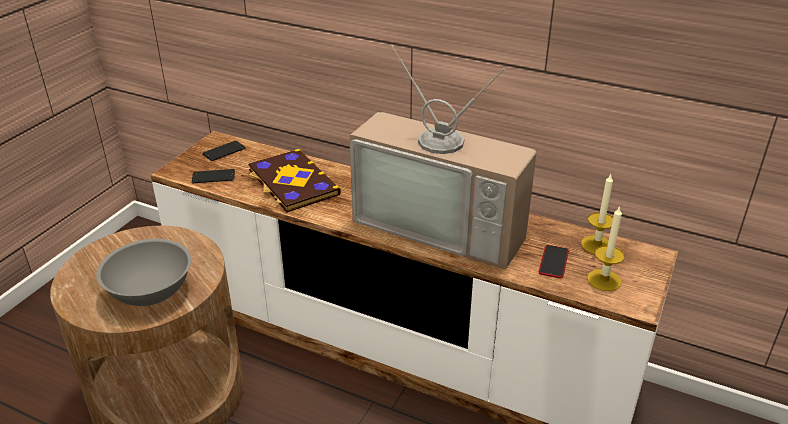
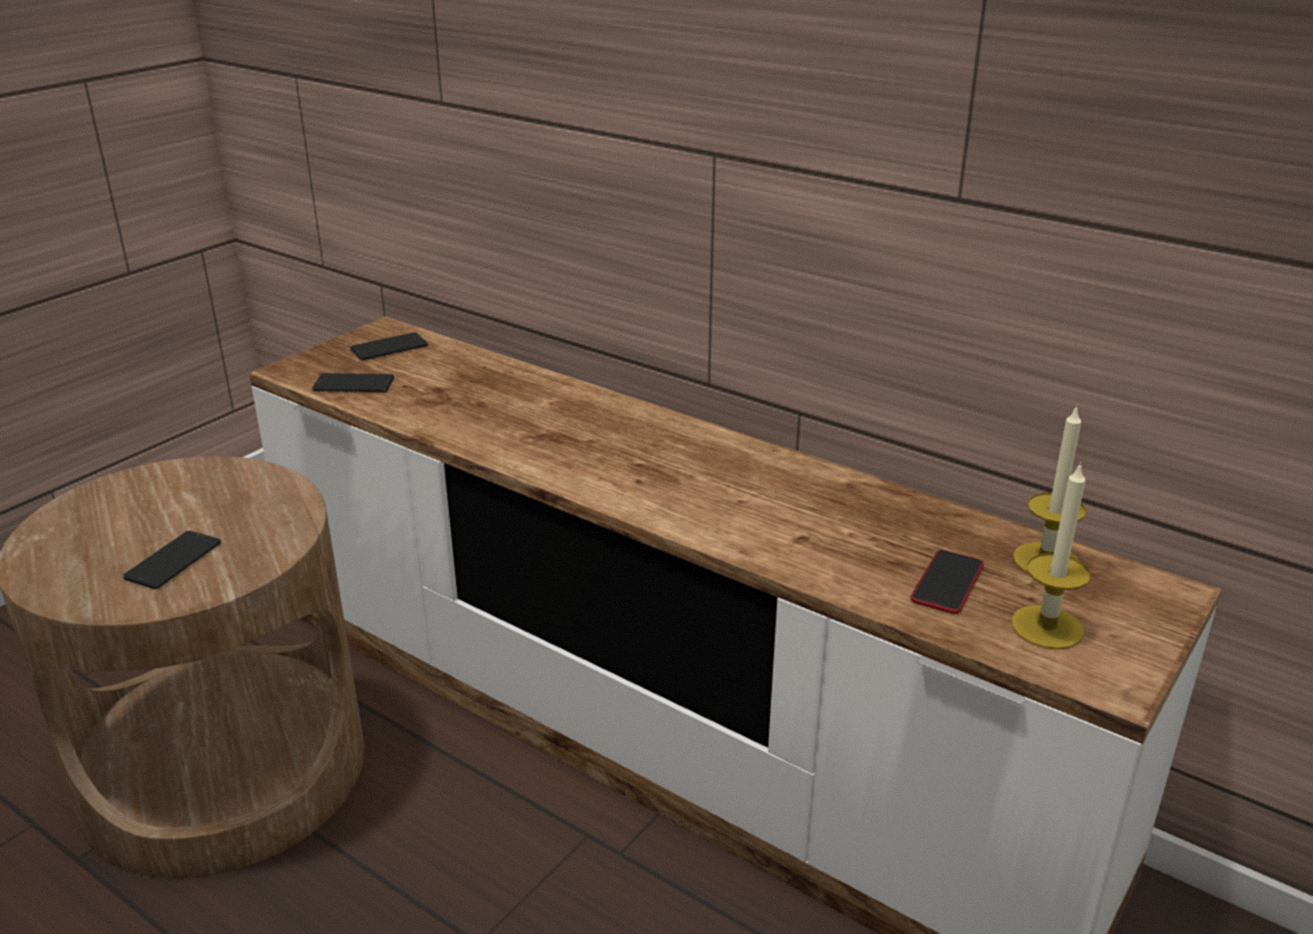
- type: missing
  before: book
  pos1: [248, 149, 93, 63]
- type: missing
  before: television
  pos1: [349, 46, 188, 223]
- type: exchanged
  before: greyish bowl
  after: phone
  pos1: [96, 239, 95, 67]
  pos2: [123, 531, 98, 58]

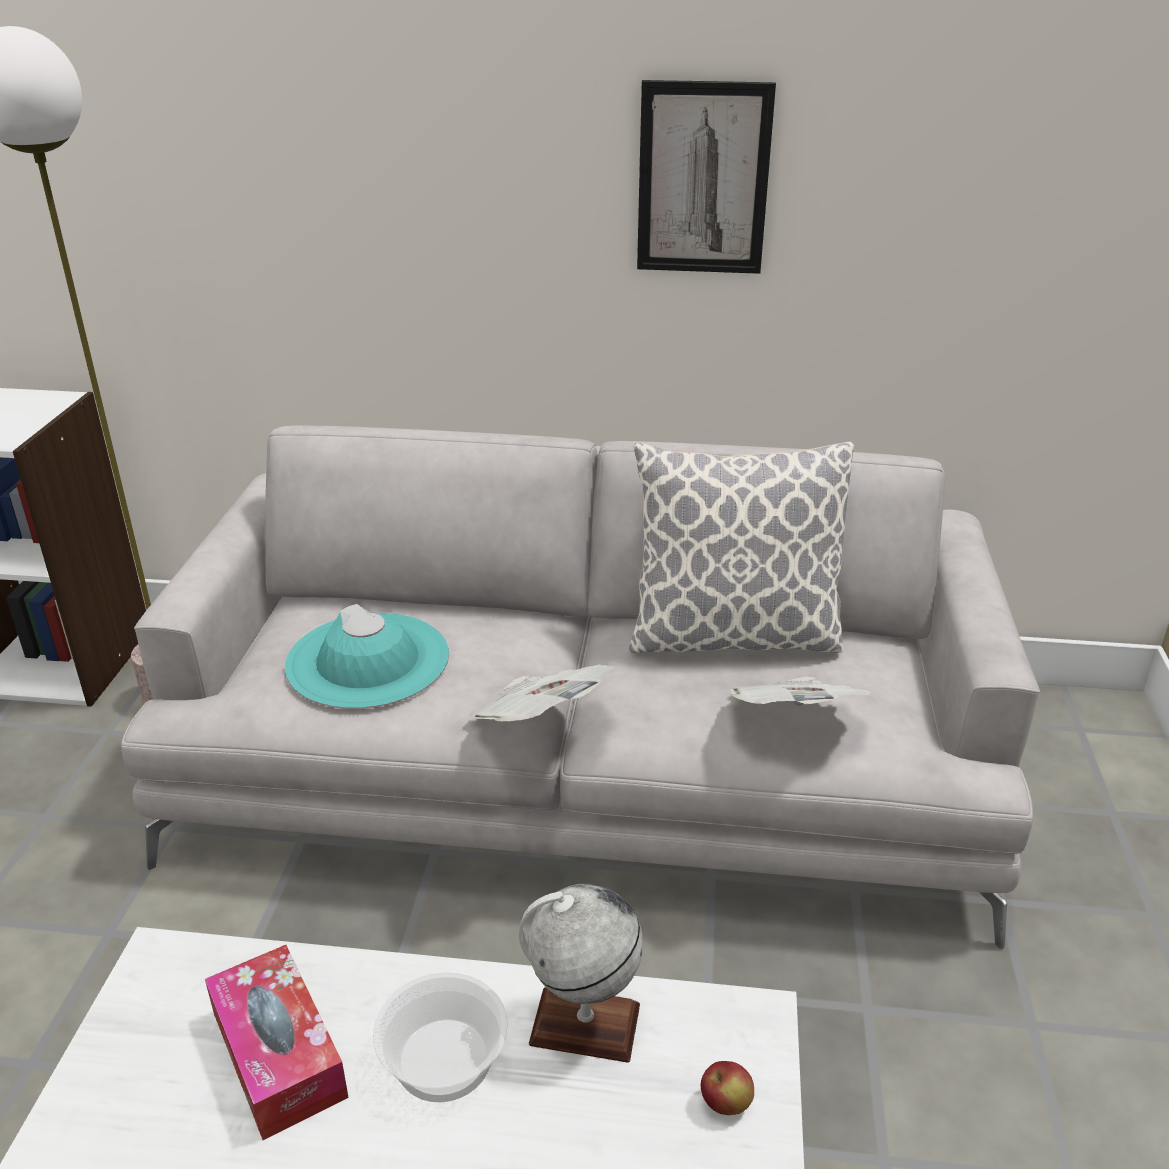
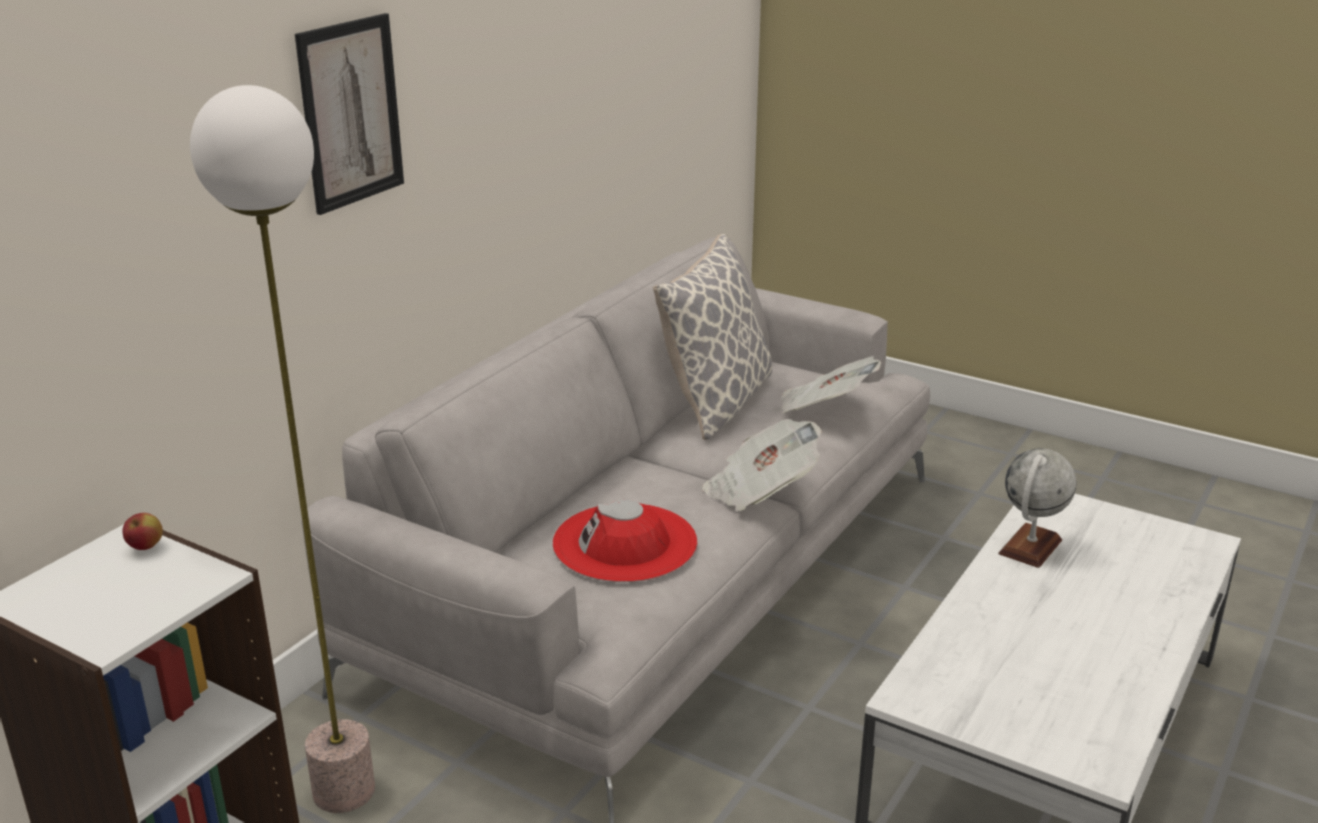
- type: missing
  before: tissue holder
  pos1: [205, 945, 144, 195]
- type: missing
  before: bowl
  pos1: [373, 973, 135, 129]
- type: relocated
  before: wall picture
  pos1: [637, 80, 139, 194]
  pos2: [295, 13, 109, 202]
- type: relocated
  before: apple fruit
  pos1: [701, 1061, 53, 54]
  pos2: [122, 513, 41, 37]
- type: colour
  before: turquoise hat
  after: red-coloured hat
  pos1: [285, 604, 164, 105]
  pos2: [553, 500, 145, 83]

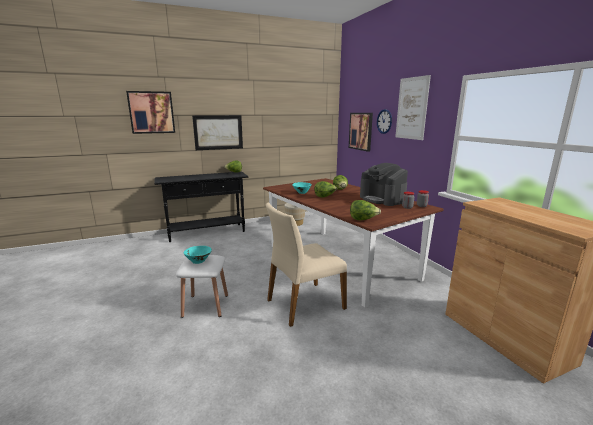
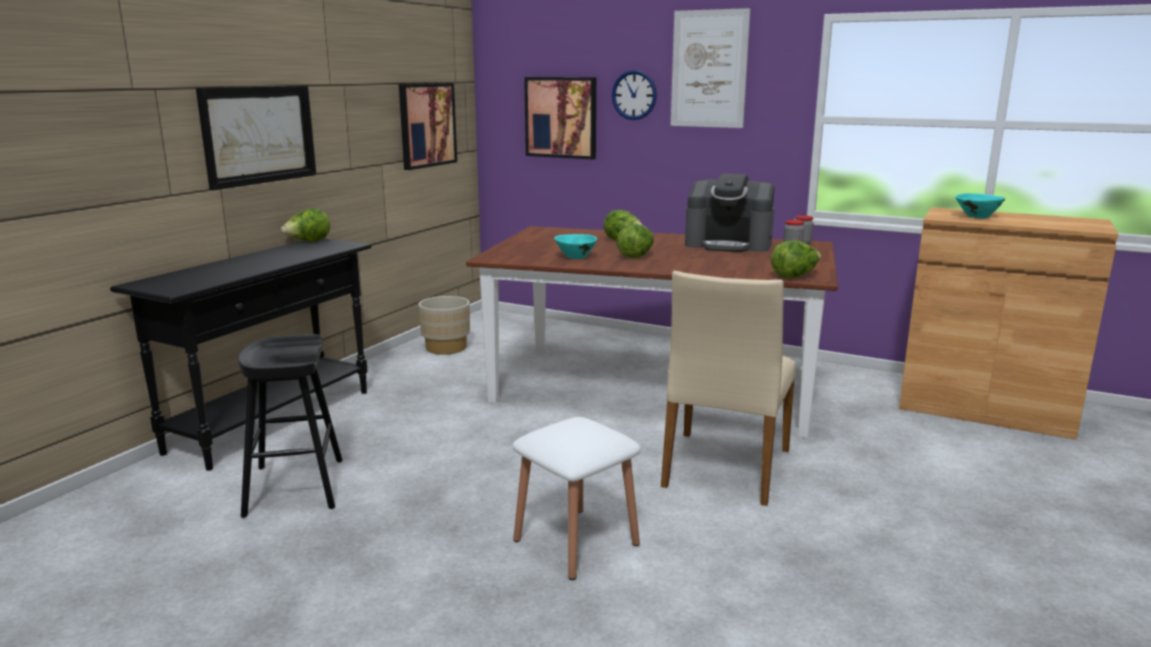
- type: appeared
  after: black-coloured stool
  pos2: [238, 334, 105, 184]
- type: relocated
  before: wall picture
  pos1: [126, 91, 49, 43]
  pos2: [399, 83, 58, 87]
- type: relocated
  before: turquoise bowl
  pos1: [184, 246, 28, 18]
  pos2: [955, 193, 50, 25]

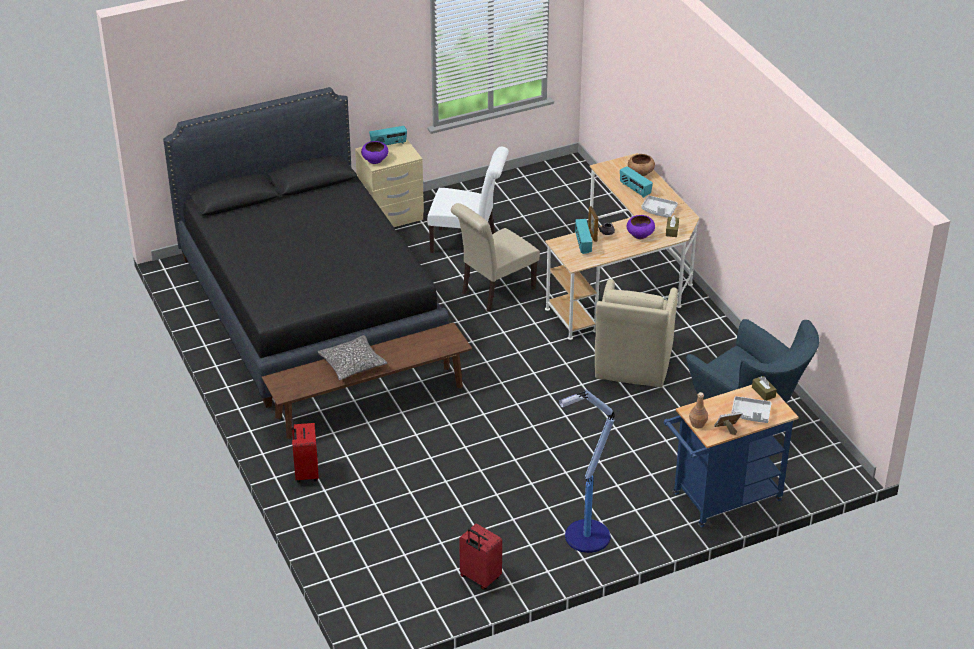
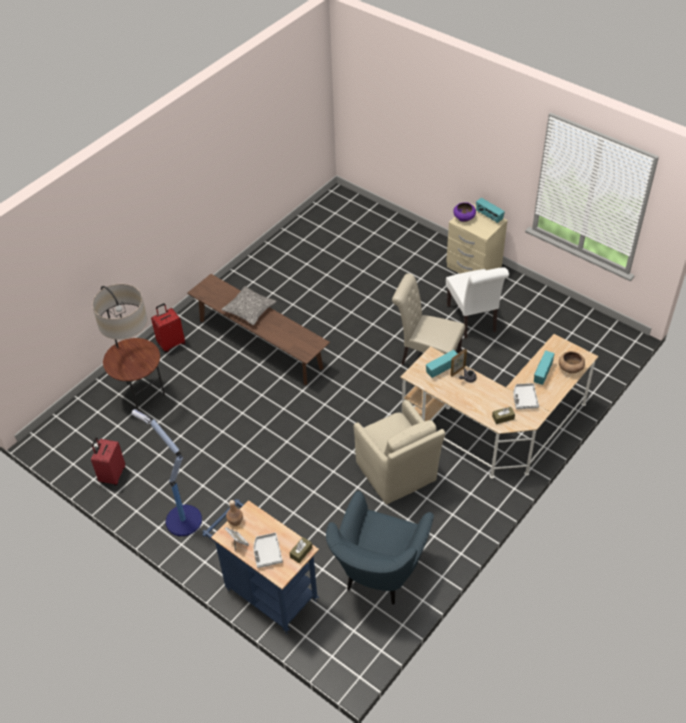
- type: missing
  before: black-coloured bedroom bed
  pos1: [163, 87, 286, 321]
- type: missing
  before: purple-coloured bowl
  pos1: [626, 215, 29, 24]
- type: appeared
  after: standard lamp
  pos2: [92, 284, 73, 127]
- type: spun
  before: beige lounge chair
  pos1: [595, 279, 83, 108]
  pos2: [354, 400, 91, 104]
  turn: -105

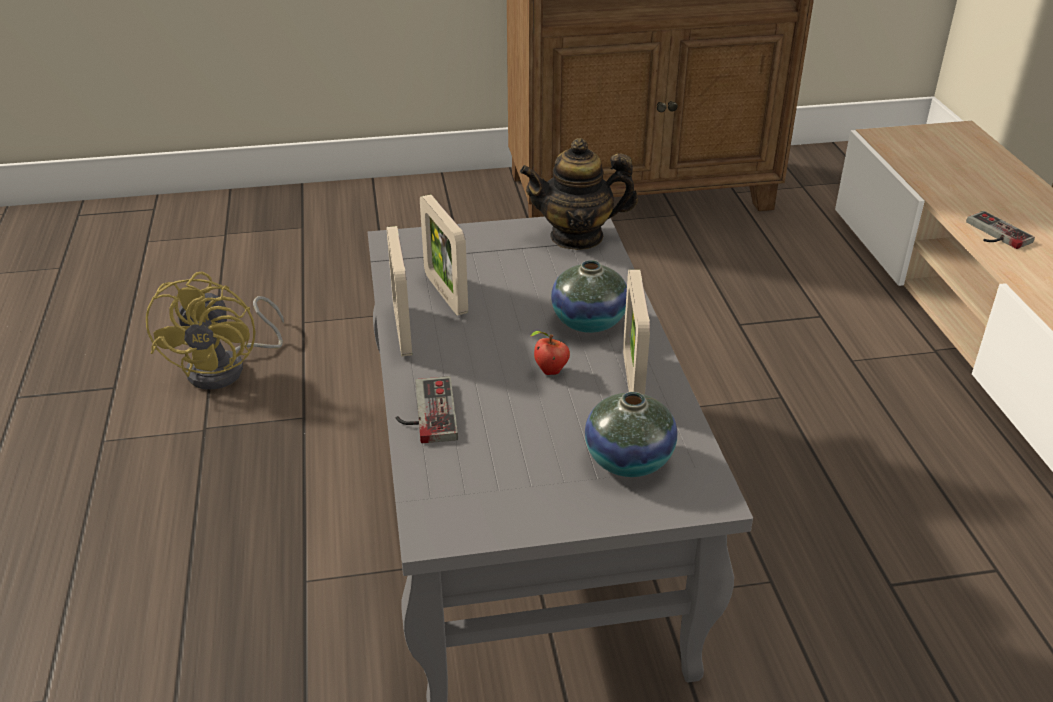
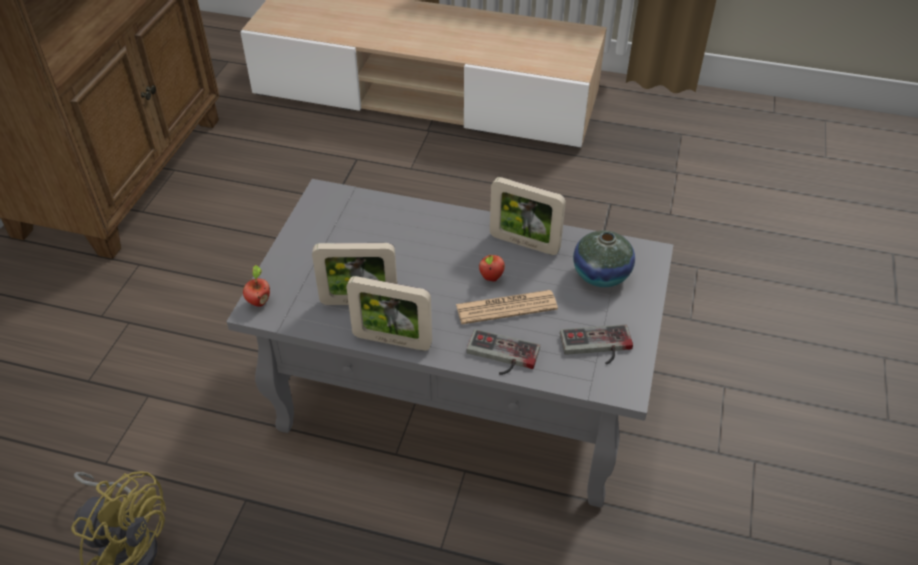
- type: missing
  before: teapot
  pos1: [520, 138, 118, 112]
- type: missing
  before: flower vase
  pos1: [551, 260, 76, 73]
- type: appeared
  after: apple fruit
  pos2: [243, 265, 27, 42]
- type: appeared
  after: daily paper
  pos2: [456, 290, 102, 34]
- type: relocated
  before: game controller
  pos1: [966, 211, 69, 38]
  pos2: [560, 324, 73, 41]

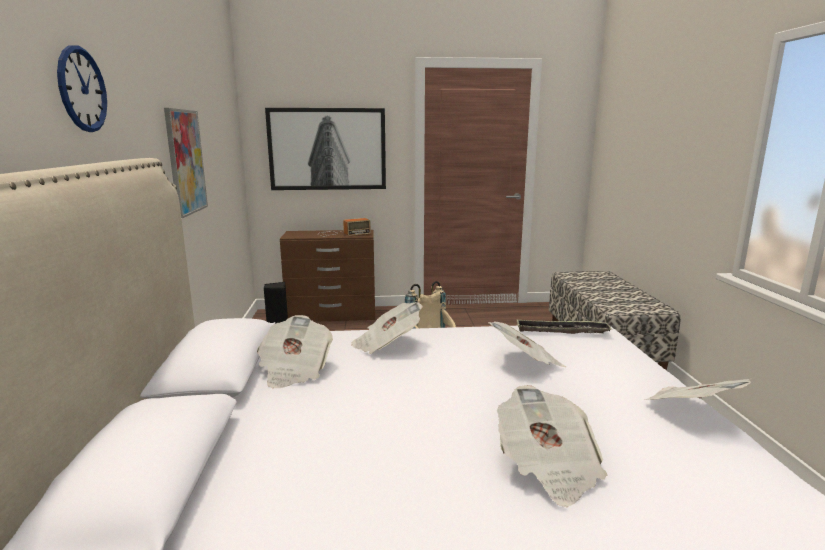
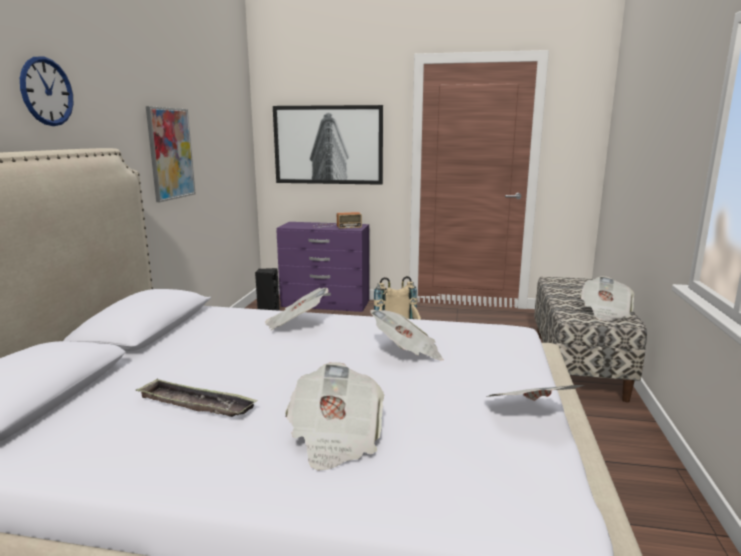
- type: relocated
  before: daily paper
  pos1: [257, 315, 76, 74]
  pos2: [580, 276, 55, 45]
- type: relocated
  before: carrying tray
  pos1: [516, 319, 96, 15]
  pos2: [136, 378, 122, 39]
- type: colour
  before: brown dresser
  after: purple-coloured dresser
  pos1: [280, 230, 95, 92]
  pos2: [276, 222, 93, 90]

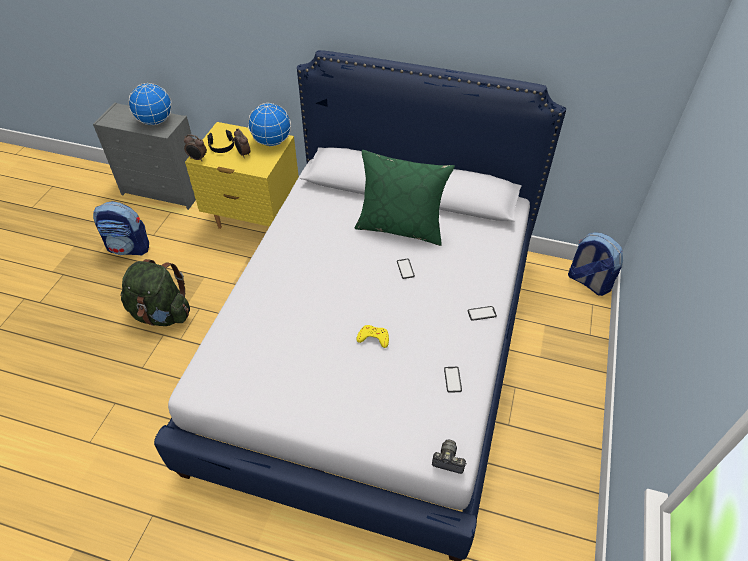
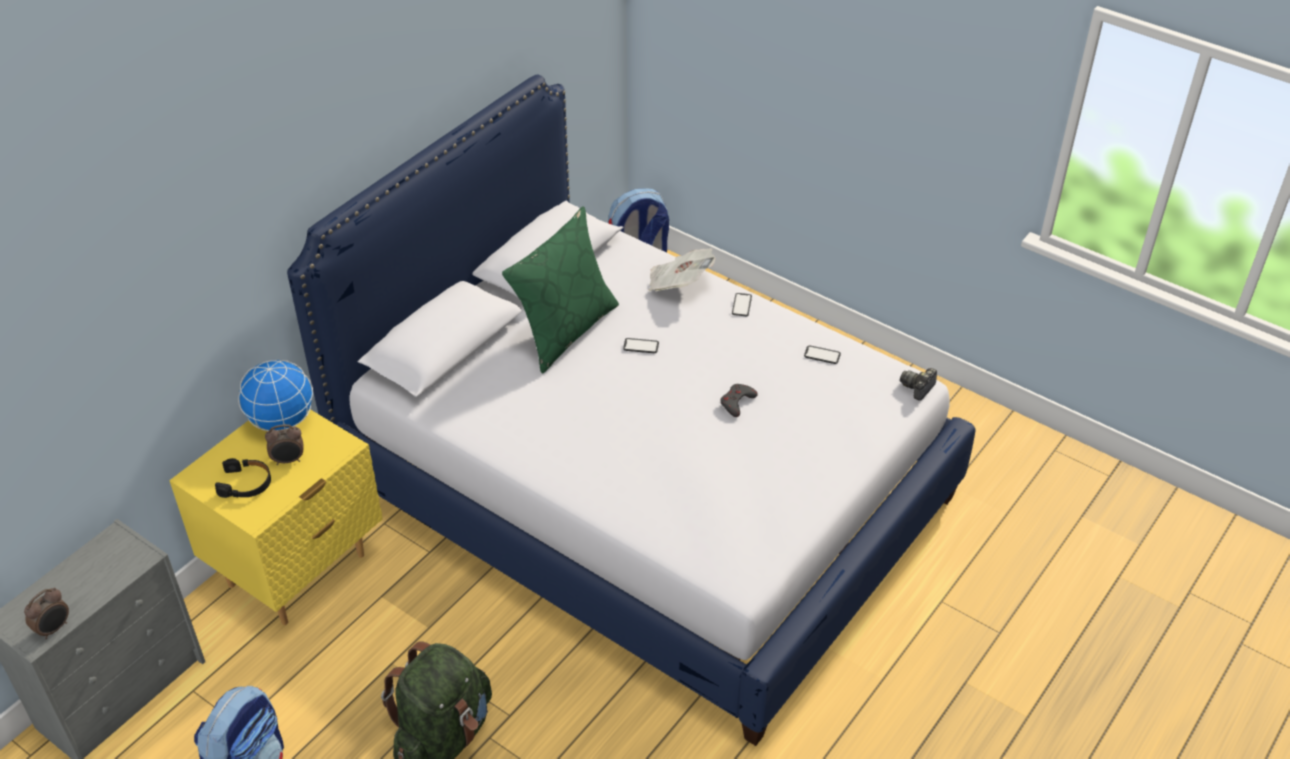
- type: missing
  before: desk globe
  pos1: [128, 83, 44, 42]
- type: appeared
  after: daily paper
  pos2: [649, 248, 66, 43]
- type: relocated
  before: table clock
  pos1: [184, 134, 23, 27]
  pos2: [24, 588, 45, 51]
- type: colour
  before: yellow-coloured game controller
  after: greyish game controller
  pos1: [357, 325, 32, 23]
  pos2: [720, 384, 38, 33]

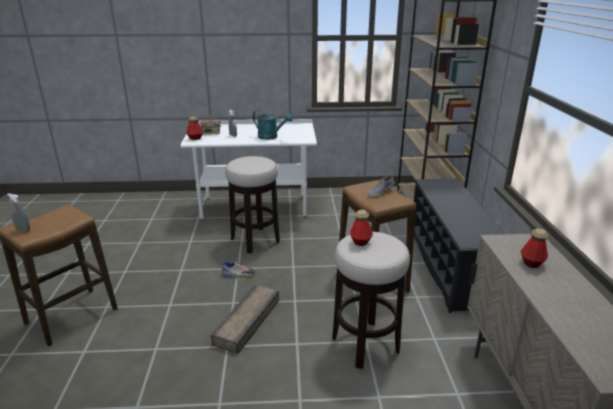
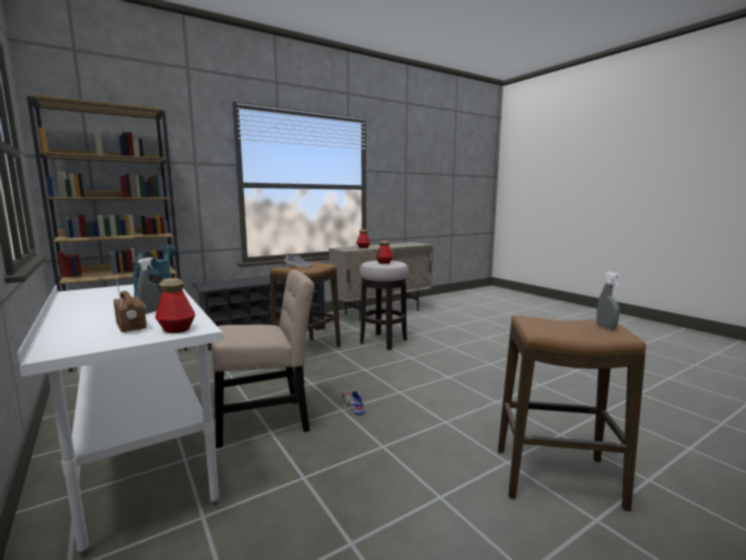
- type: missing
  before: crate
  pos1: [211, 284, 68, 70]
- type: exchanged
  before: stool
  after: beige chair
  pos1: [225, 156, 55, 97]
  pos2: [211, 269, 103, 179]

